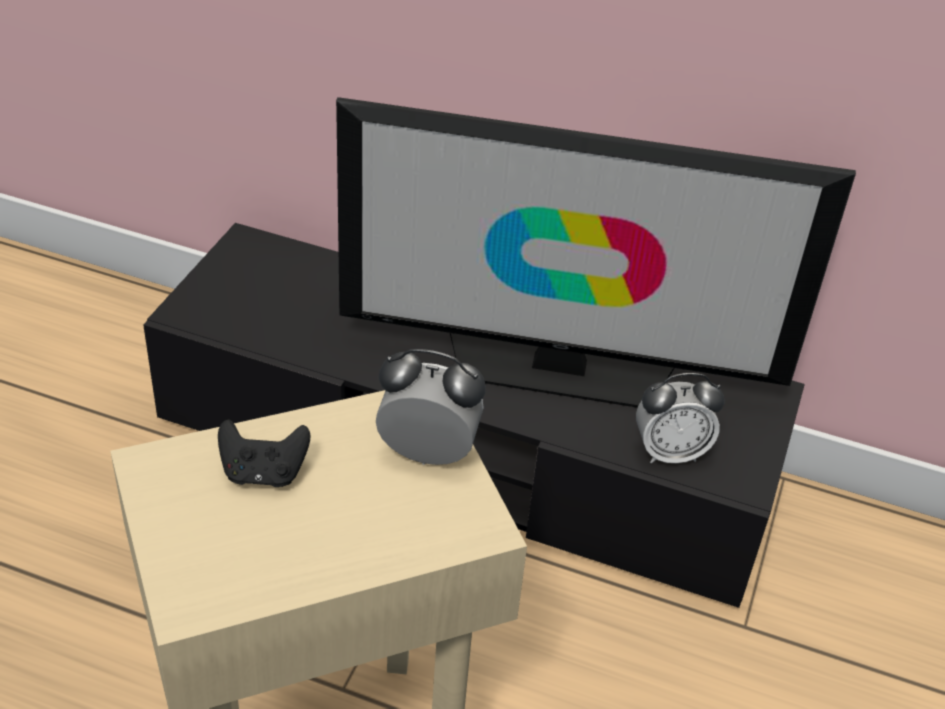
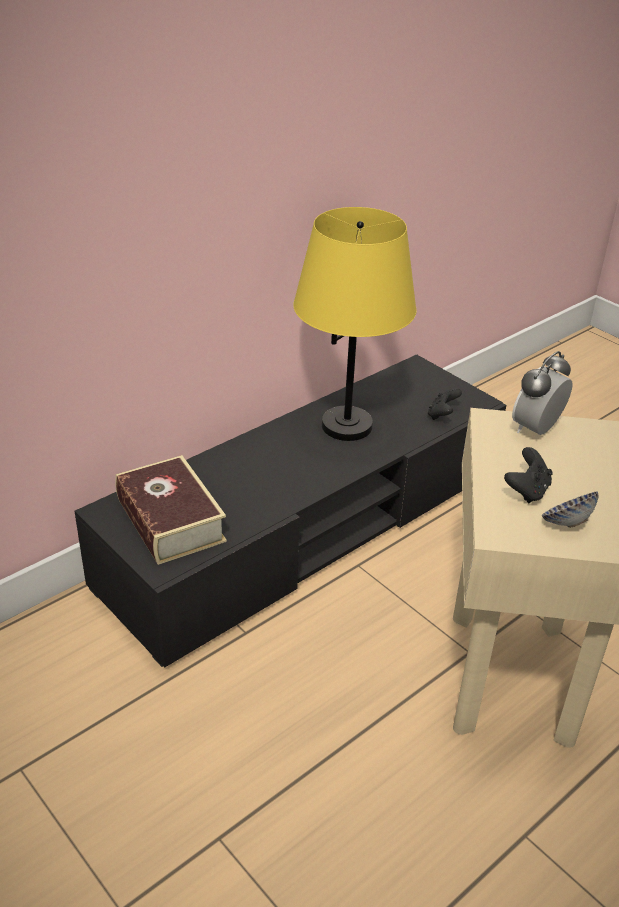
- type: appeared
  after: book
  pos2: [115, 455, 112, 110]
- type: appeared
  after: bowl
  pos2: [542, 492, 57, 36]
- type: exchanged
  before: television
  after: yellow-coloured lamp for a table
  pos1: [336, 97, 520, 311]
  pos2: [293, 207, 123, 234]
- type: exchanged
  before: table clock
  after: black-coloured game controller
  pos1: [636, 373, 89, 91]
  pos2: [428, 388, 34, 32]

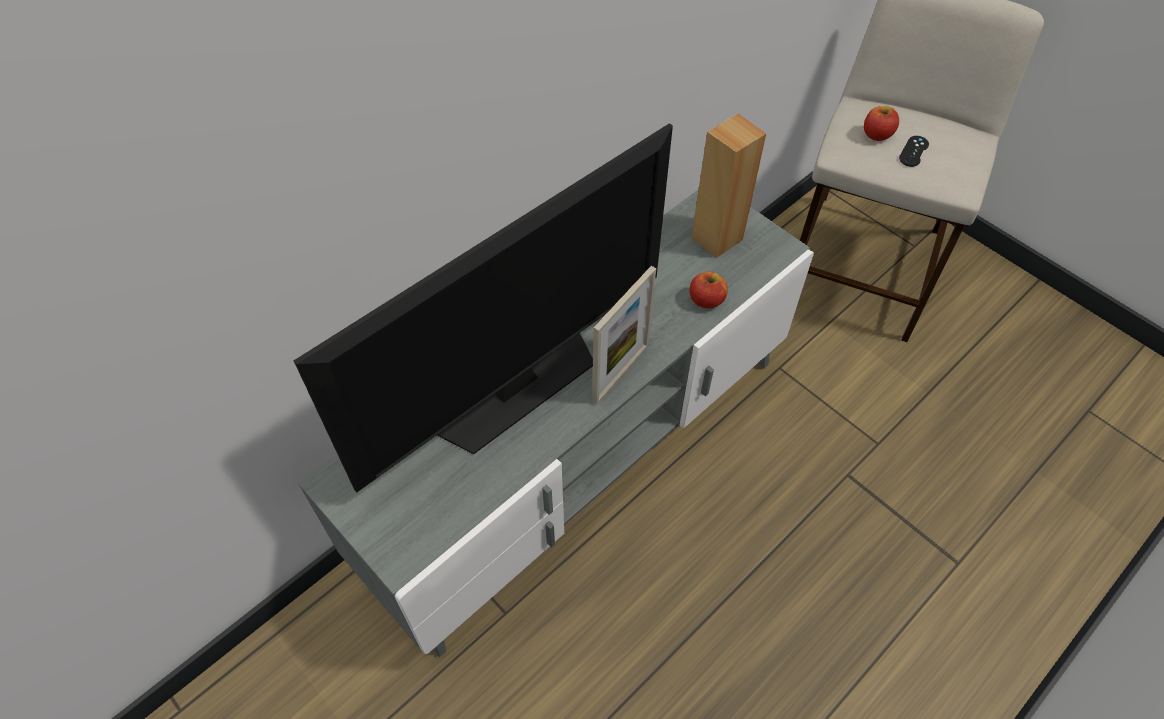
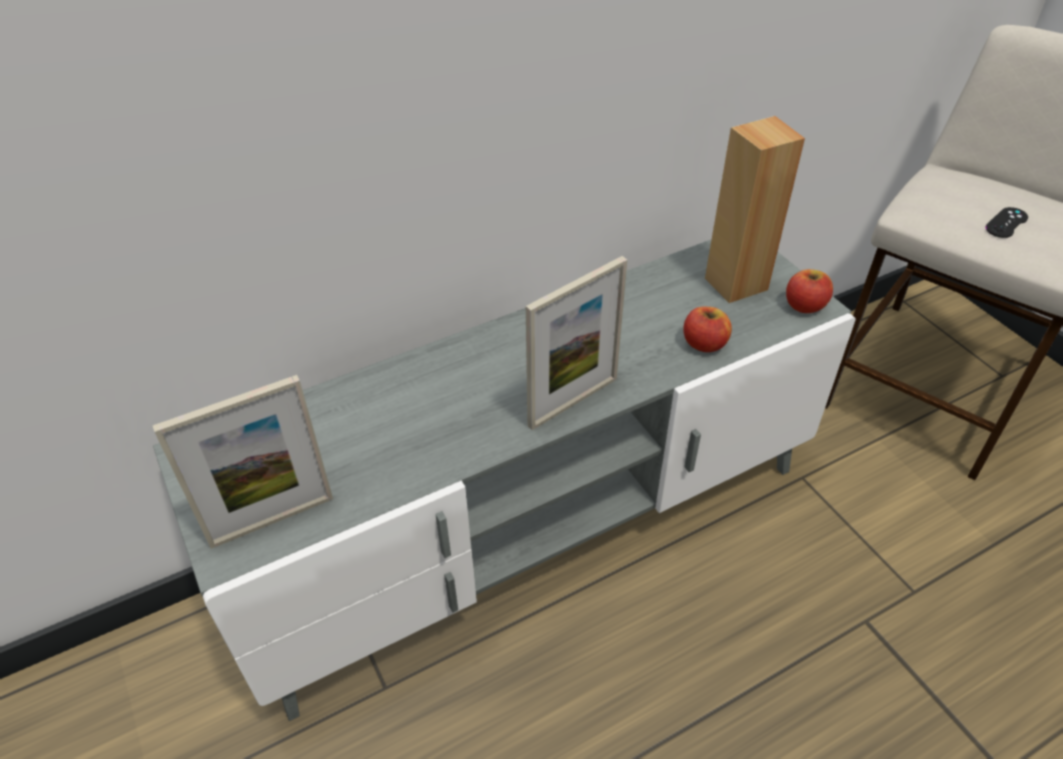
- type: missing
  before: television
  pos1: [294, 123, 379, 369]
- type: appeared
  after: picture frame
  pos2: [153, 375, 180, 174]
- type: relocated
  before: apple fruit
  pos1: [864, 106, 35, 35]
  pos2: [786, 269, 47, 44]

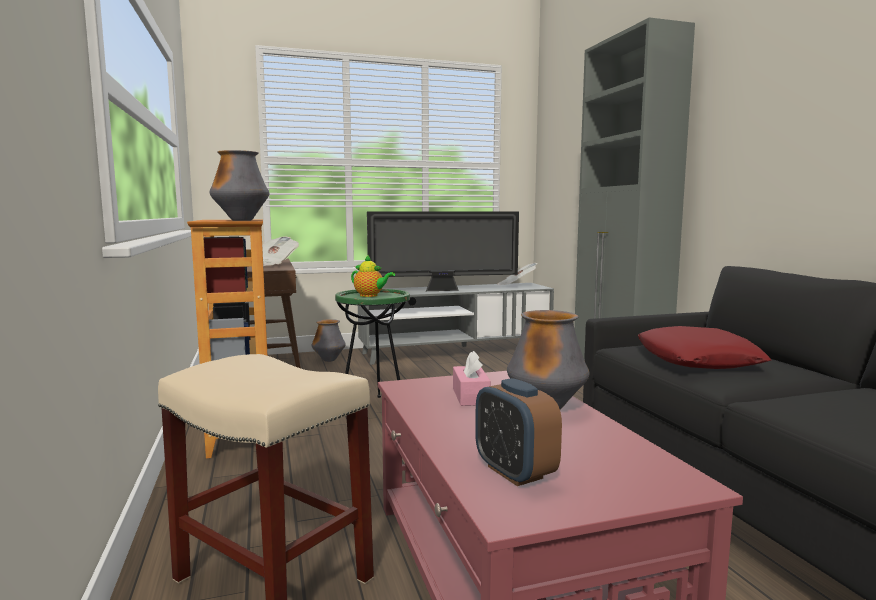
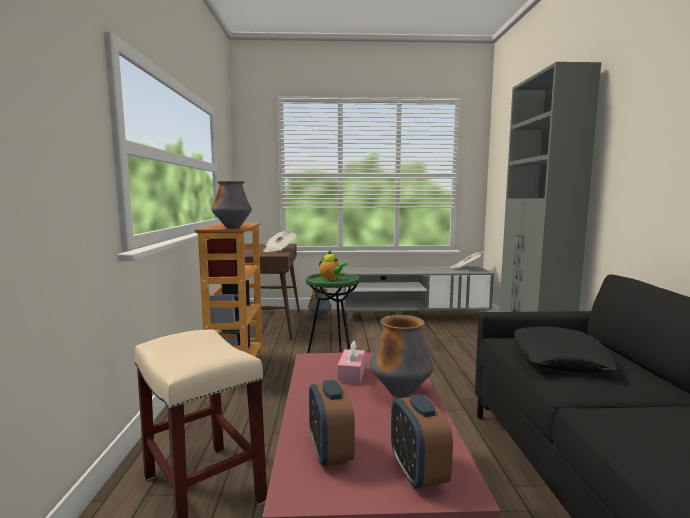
- type: missing
  before: television
  pos1: [367, 212, 152, 79]
- type: appeared
  after: table clock
  pos2: [391, 394, 62, 95]
- type: colour
  before: red-coloured pillow
  after: black-coloured pillow
  pos1: [638, 326, 133, 43]
  pos2: [514, 326, 104, 46]

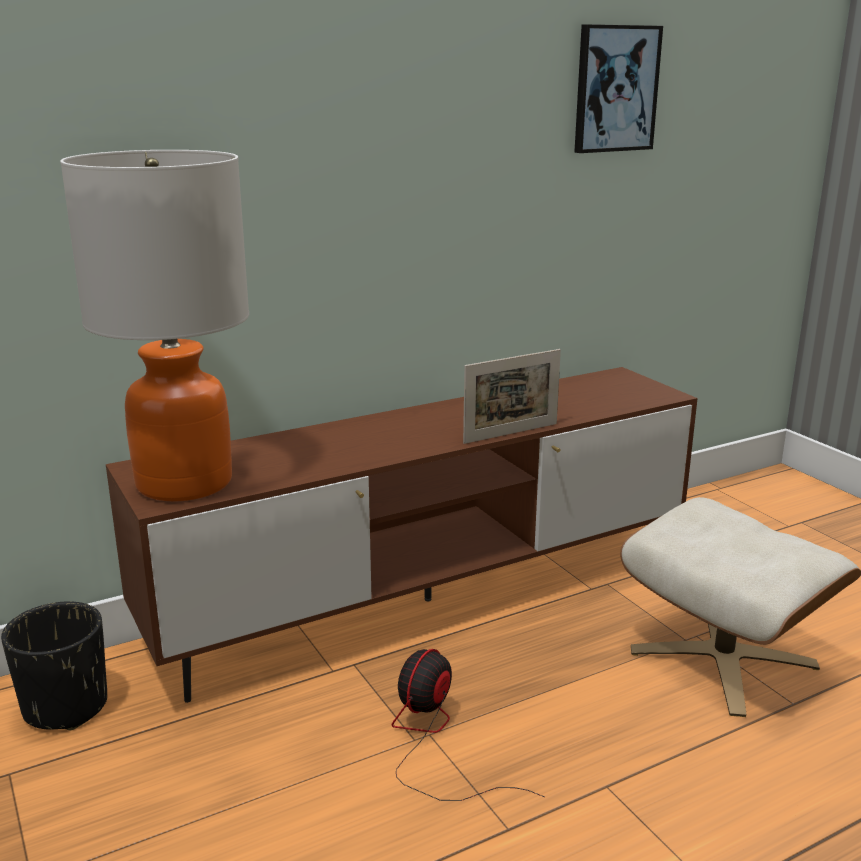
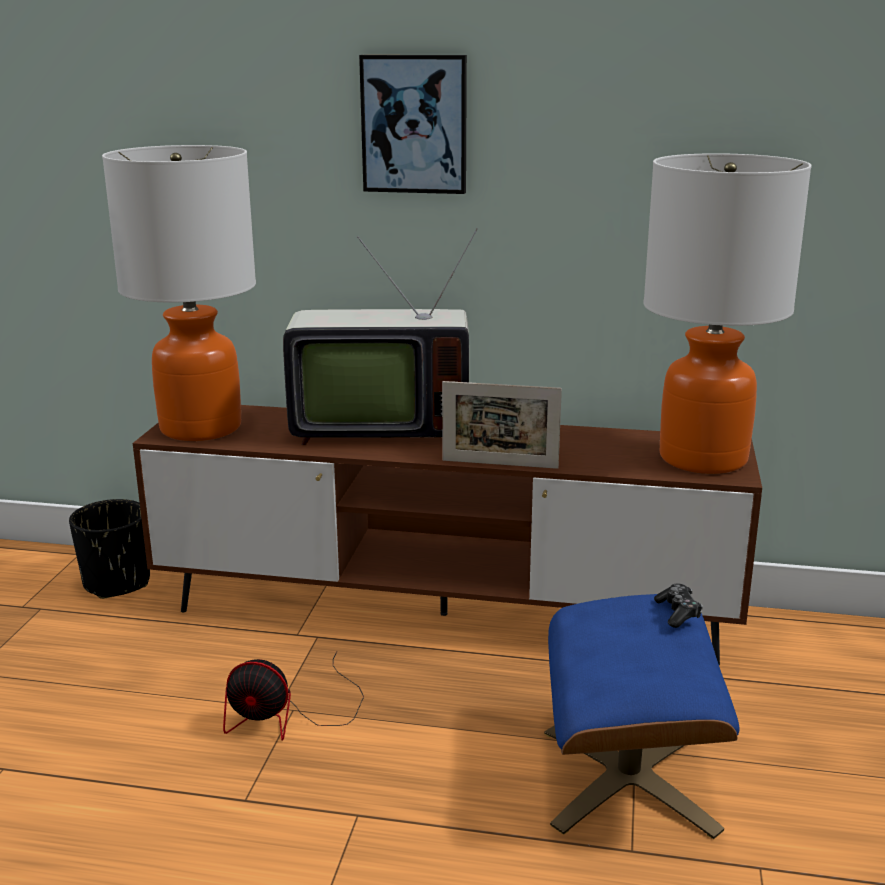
- type: appeared
  after: television
  pos2: [283, 228, 195, 217]
- type: appeared
  after: lamp for a table
  pos2: [643, 153, 169, 321]
- type: appeared
  after: game controller
  pos2: [654, 584, 49, 44]
- type: relocated
  before: wall picture
  pos1: [574, 24, 89, 129]
  pos2: [359, 55, 108, 139]
- type: colour
  before: beige footrest
  after: blue footrest
  pos1: [620, 497, 241, 220]
  pos2: [544, 594, 196, 245]
- type: spun
  before: fan
  pos1: [392, 649, 153, 152]
  pos2: [223, 652, 141, 89]
  turn: -150

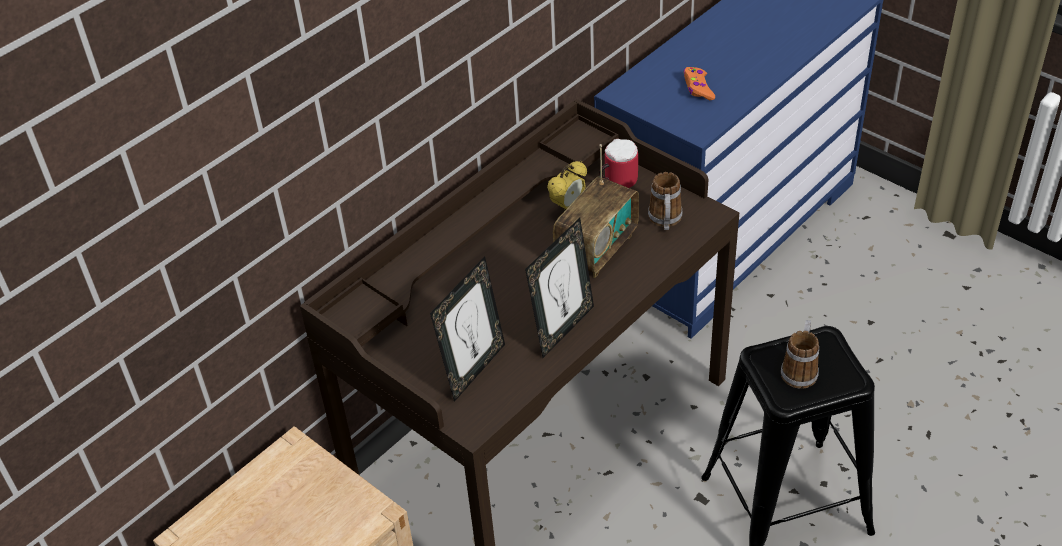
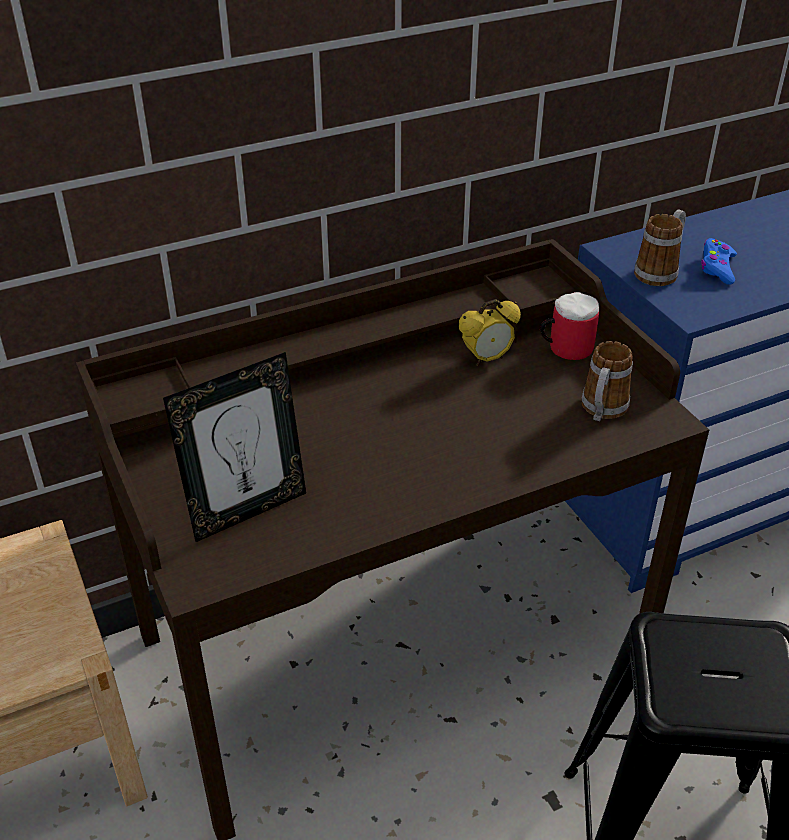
- type: missing
  before: picture frame
  pos1: [525, 218, 69, 140]
- type: missing
  before: radio
  pos1: [553, 144, 86, 134]
- type: relocated
  before: mug
  pos1: [781, 320, 38, 69]
  pos2: [634, 209, 52, 77]
- type: colour
  before: orangey game controller
  after: blue game controller
  pos1: [684, 67, 31, 33]
  pos2: [701, 238, 36, 47]

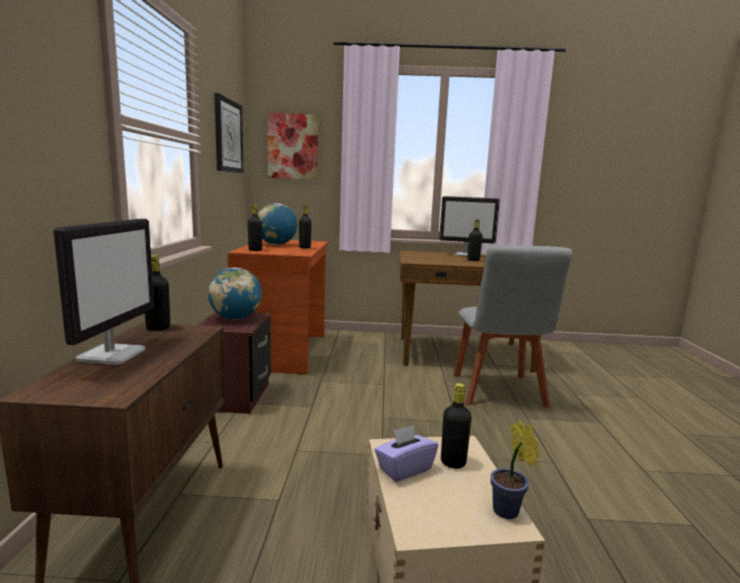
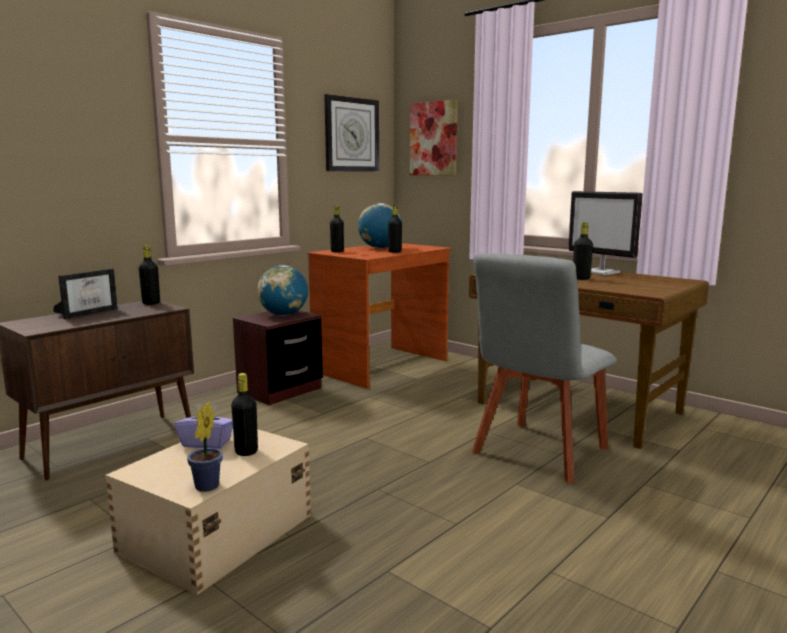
- type: exchanged
  before: computer display
  after: picture frame
  pos1: [53, 219, 102, 146]
  pos2: [54, 268, 64, 51]

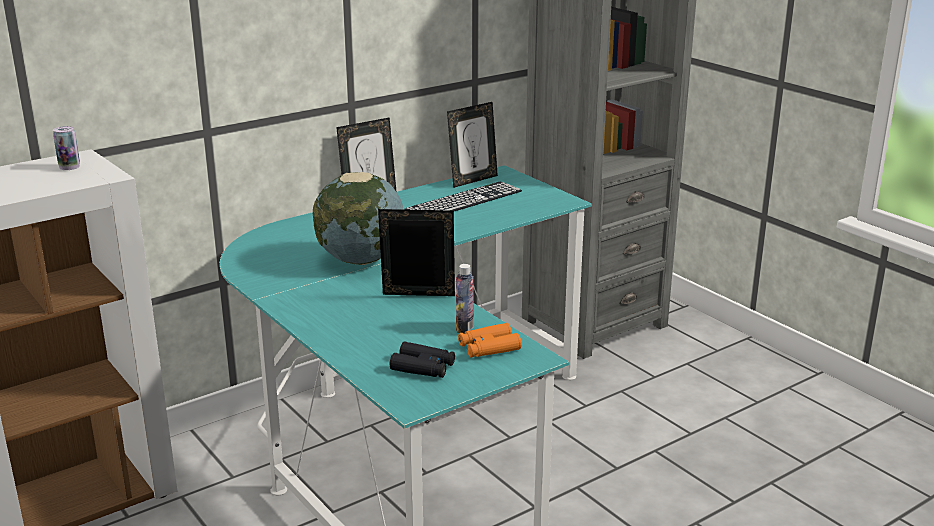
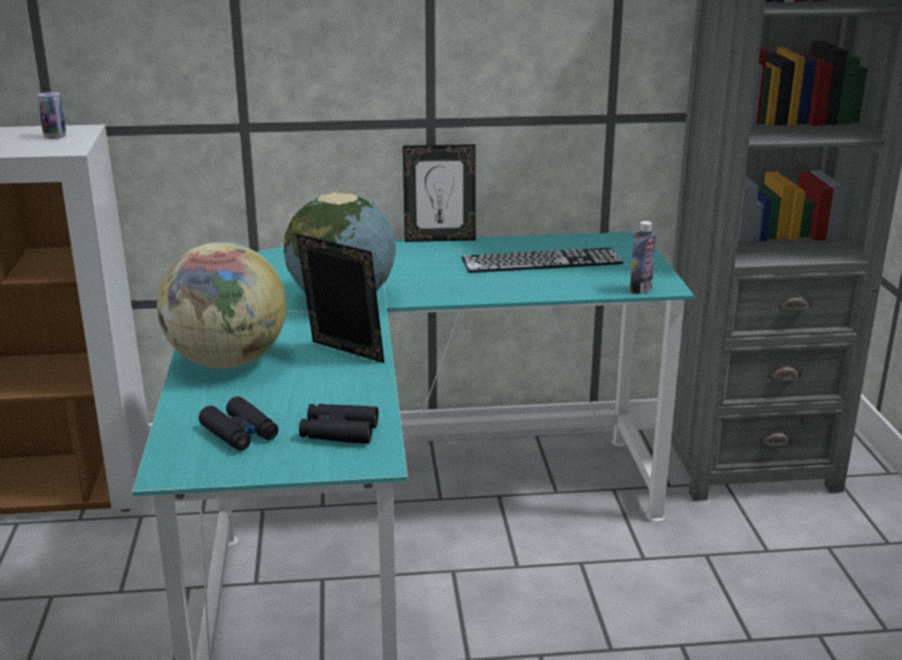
- type: missing
  before: picture frame
  pos1: [447, 102, 51, 86]
- type: appeared
  after: desk globe
  pos2: [157, 242, 129, 127]
- type: relocated
  before: bottle
  pos1: [456, 264, 18, 69]
  pos2: [630, 221, 26, 73]
- type: colour
  before: orangey field glasses
  after: black-coloured field glasses
  pos1: [458, 323, 64, 34]
  pos2: [299, 404, 79, 40]

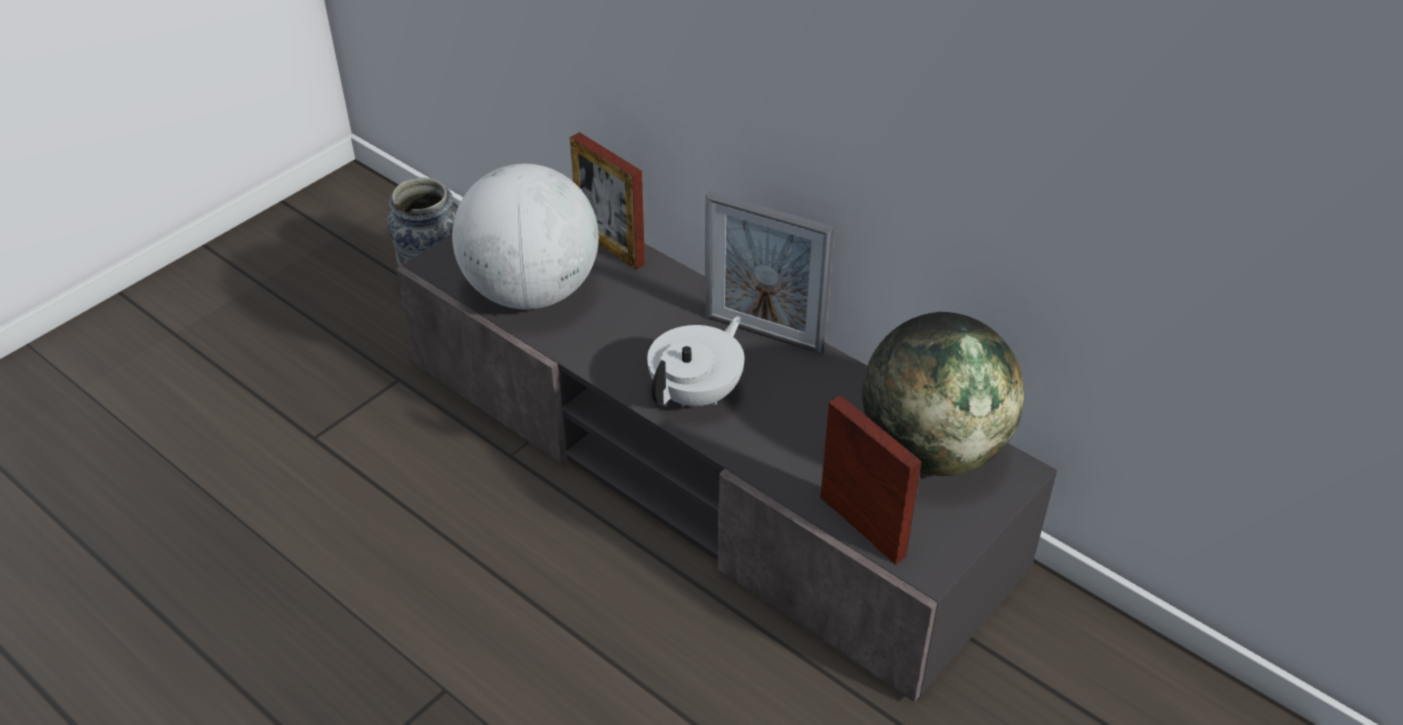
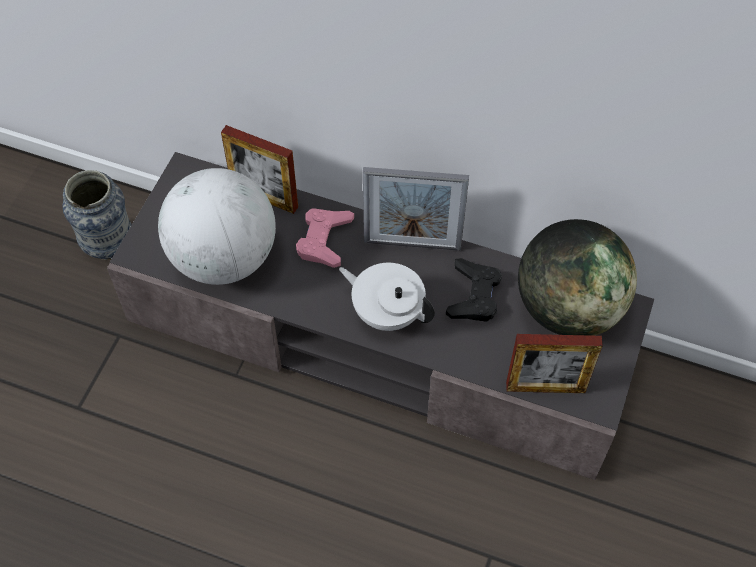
- type: appeared
  after: pinkish game controller
  pos2: [296, 208, 58, 60]
- type: appeared
  after: black-coloured game controller
  pos2: [446, 258, 56, 64]
- type: spun
  before: white teapot
  pos1: [647, 316, 97, 91]
  pos2: [339, 263, 96, 68]
  turn: -75
- type: spun
  before: picture frame
  pos1: [820, 395, 102, 169]
  pos2: [506, 334, 97, 59]
  turn: 150

